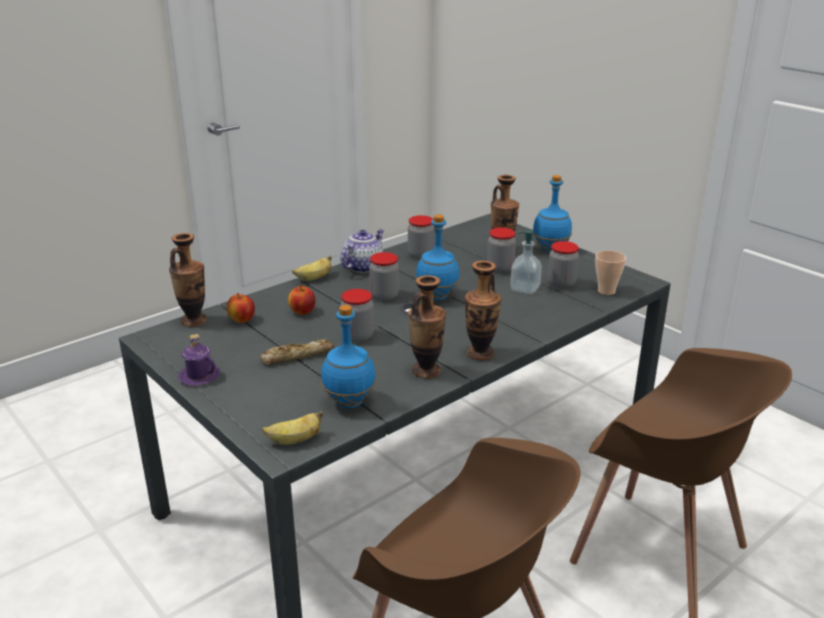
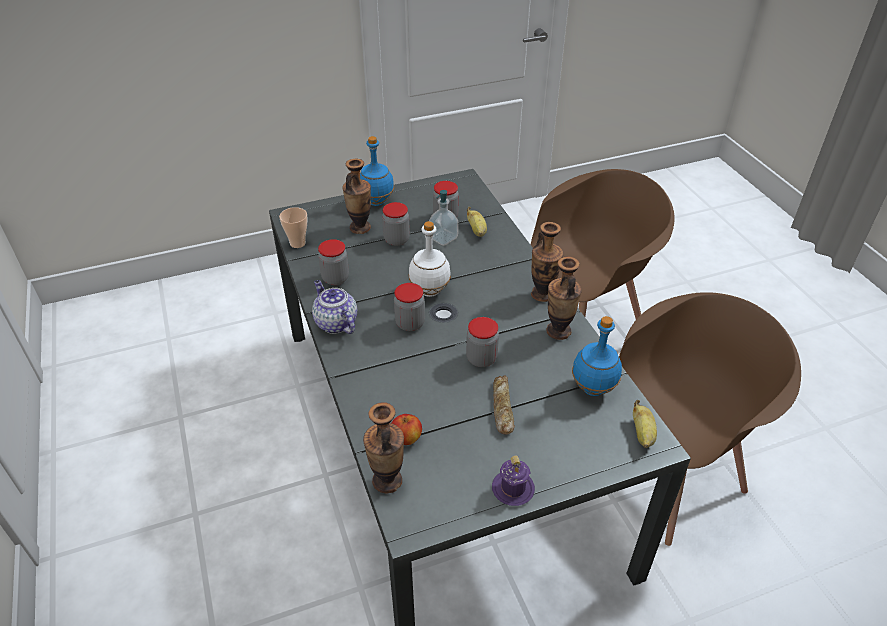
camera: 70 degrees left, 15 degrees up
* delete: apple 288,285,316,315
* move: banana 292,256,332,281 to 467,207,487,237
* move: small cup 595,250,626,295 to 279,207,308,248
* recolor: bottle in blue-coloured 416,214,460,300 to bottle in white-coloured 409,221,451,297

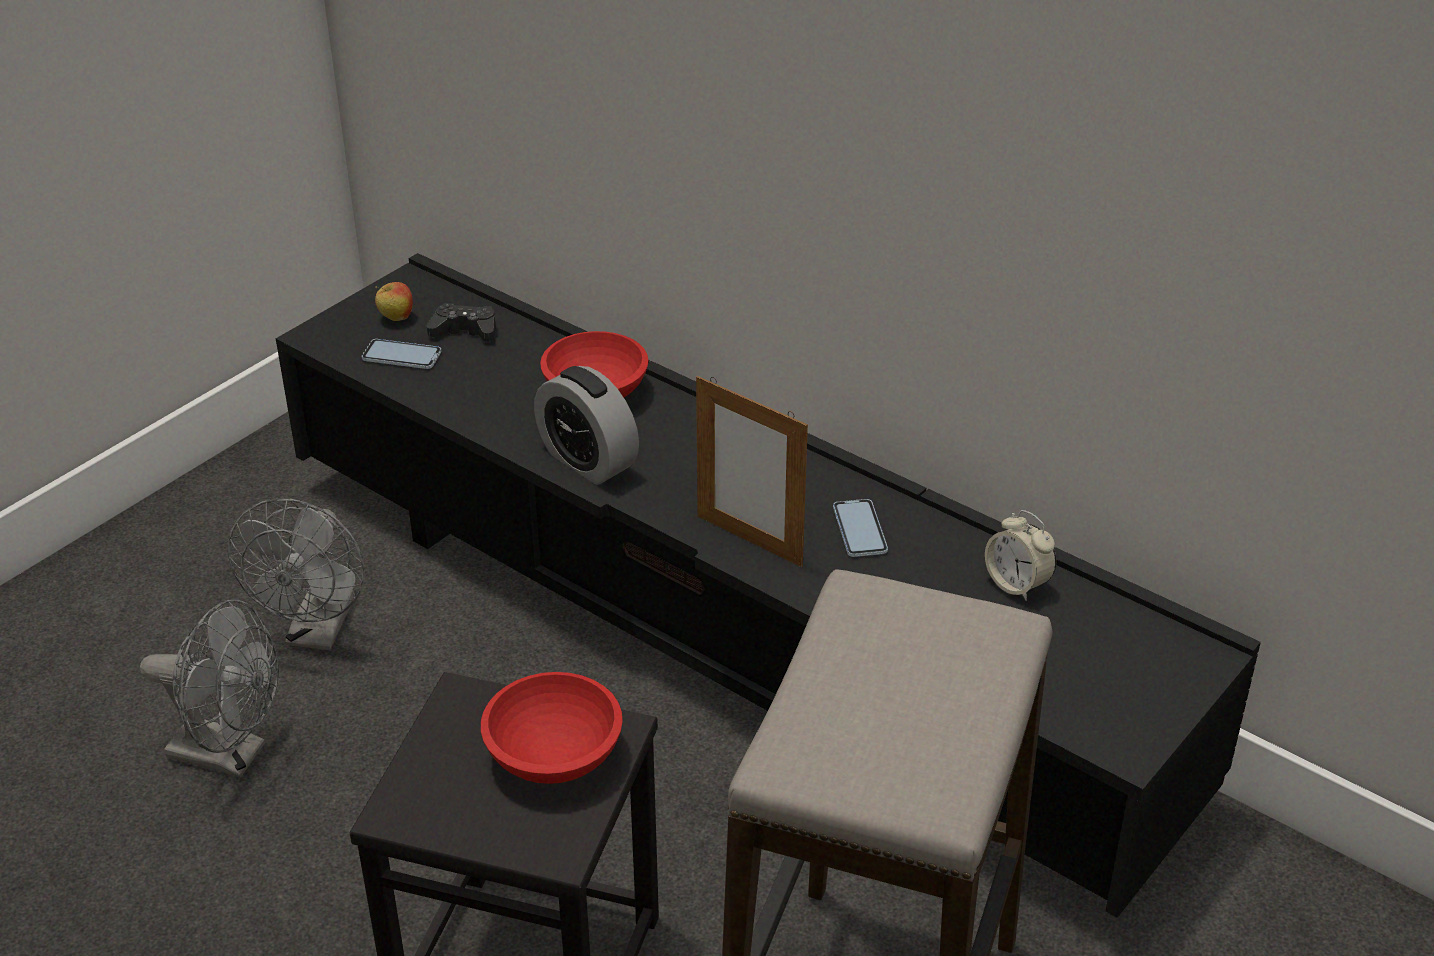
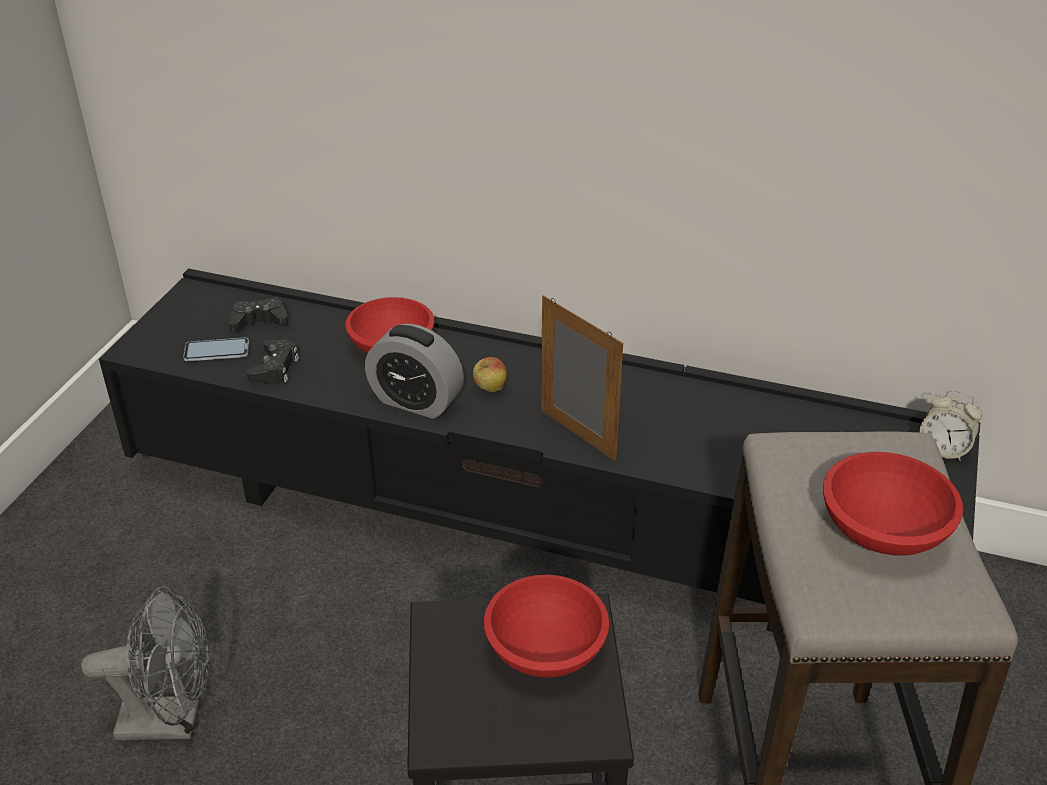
camera: 20 degrees left, 0 degrees up
* delete: fan in greyish 228,499,365,650
* delete: phone 833,499,888,557
* insert: joypad in black-coloured 247,339,299,384
* insert: bowl in red 823,452,963,556
* move: apple 375,282,413,321 to 473,357,507,392
* move: bedside clock 985,510,1056,601 to 920,390,982,461
* rotate: photo frame 696,376,808,567 = 541,295,623,461 150 degrees counterclockwise

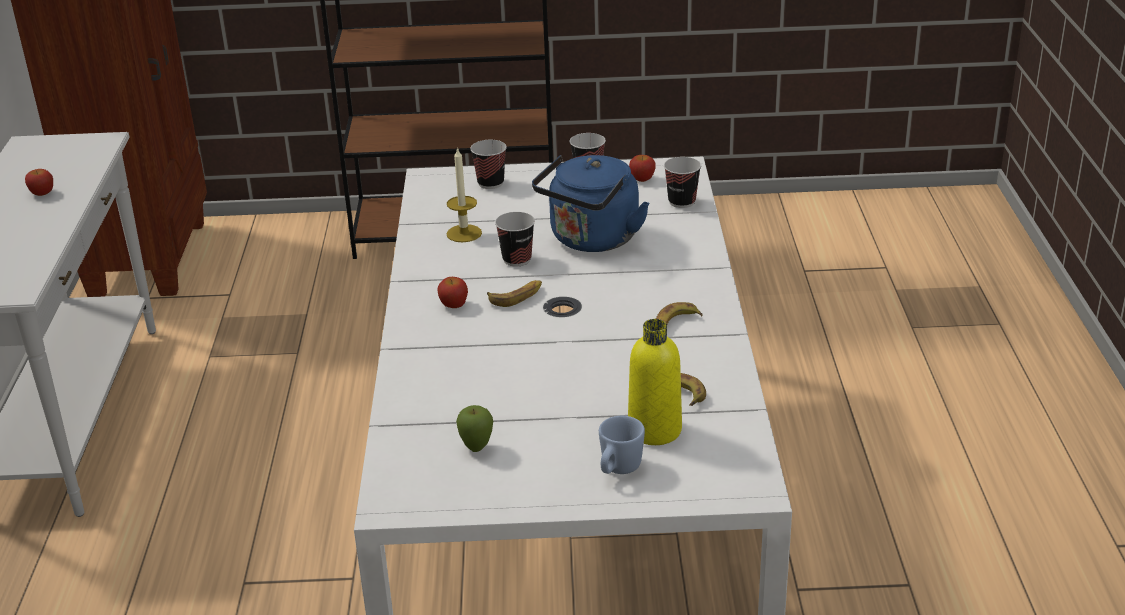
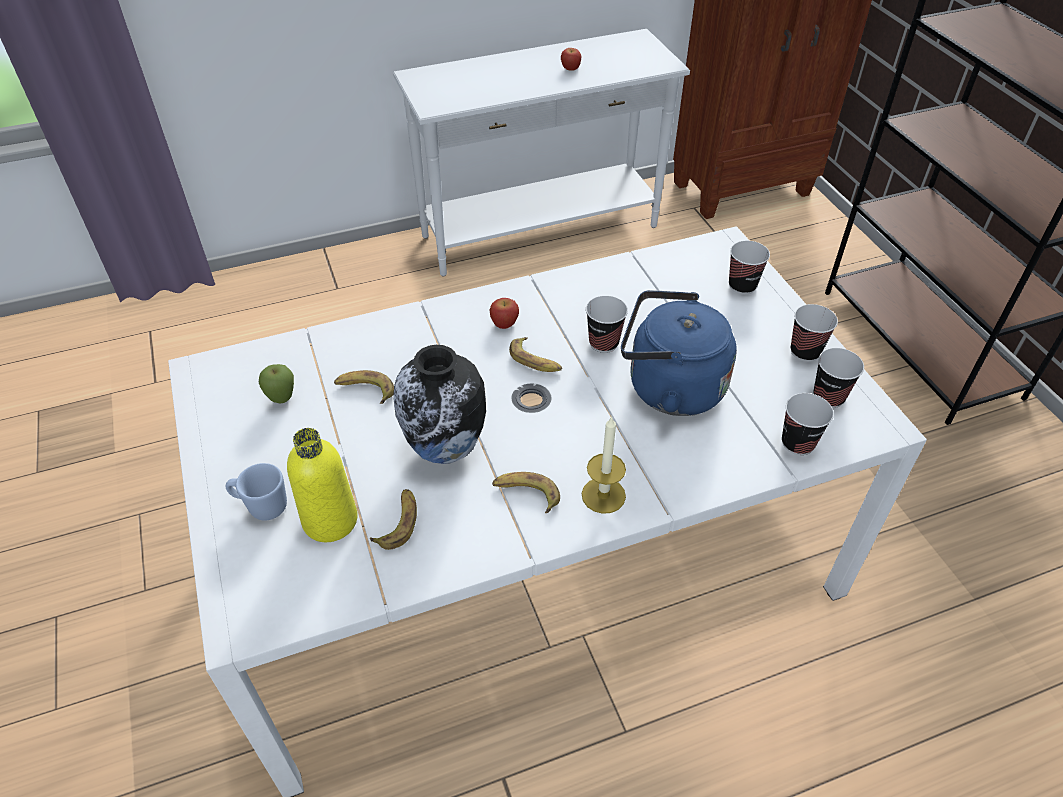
camera: 70 degrees right, 15 degrees up
* insert: banana 334,370,394,404
* insert: flower vase 393,345,486,464
* move: candle 447,147,482,243 to 582,416,626,514
* replace: apple 629,155,656,182 to small cup 813,348,864,408

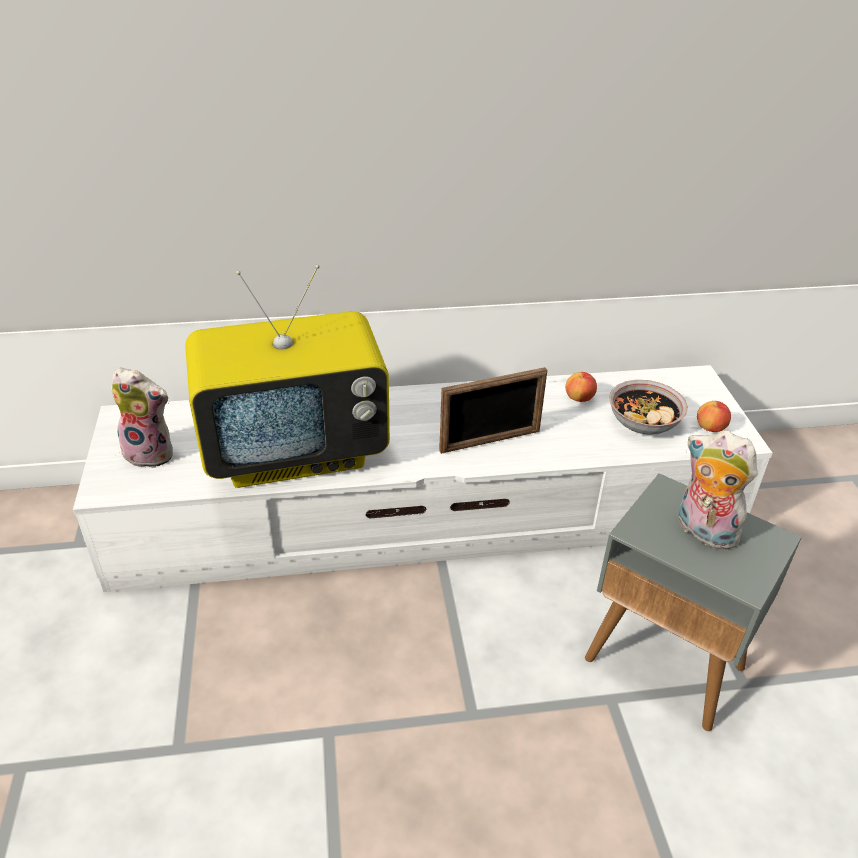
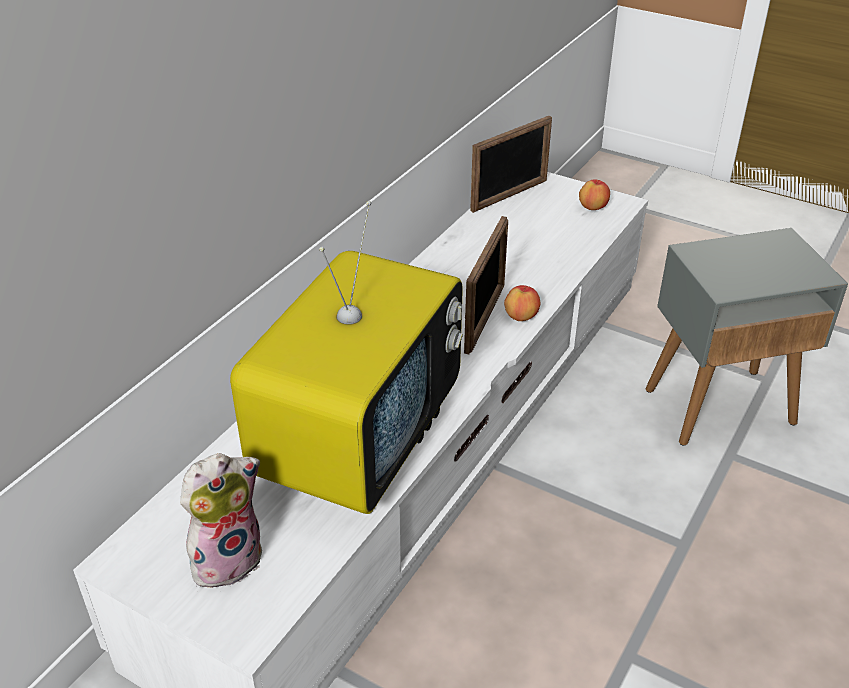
camera: 50 degrees left, 0 degrees up
* delete: bowl 609,380,688,435
* delete: cuddly toy 679,430,758,550
* insert: photo frame 470,116,552,213
* move: apple 565,372,597,402 to 504,285,540,321

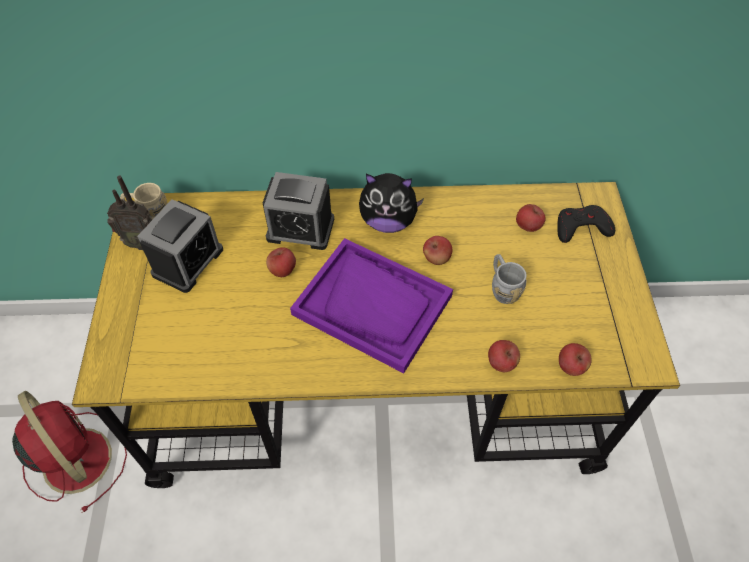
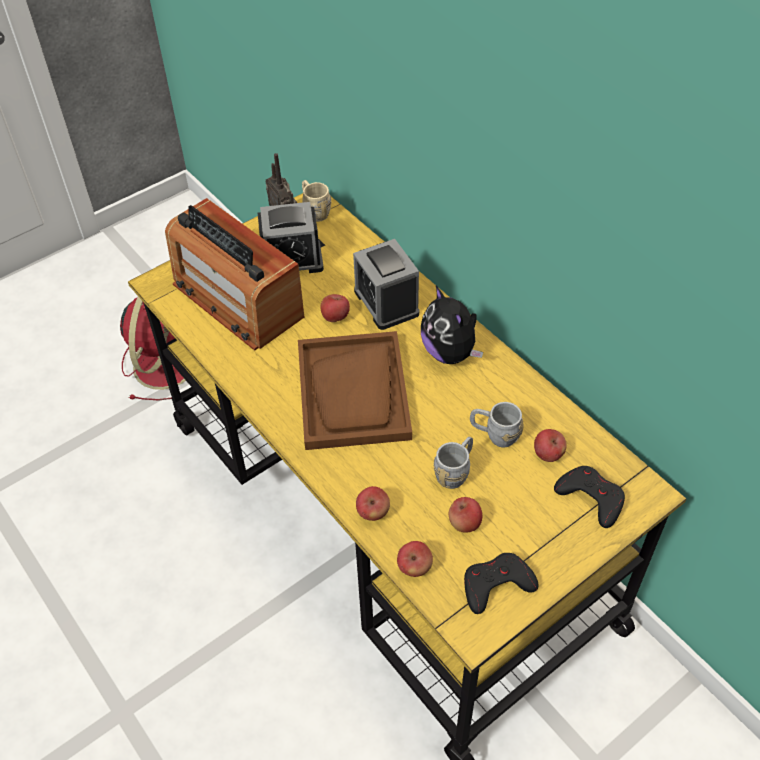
camera: 55 degrees right, 5 degrees down
* insert: radio receiver 165,198,304,351
* insert: joypad in black-coloured 464,553,538,614
* insert: tea mug in greyish 470,402,523,447
* move: apple 423,236,452,265 to 449,497,482,533
* recolor: serving tray in purple 290,238,453,373 to serving tray in brownish 298,331,412,450

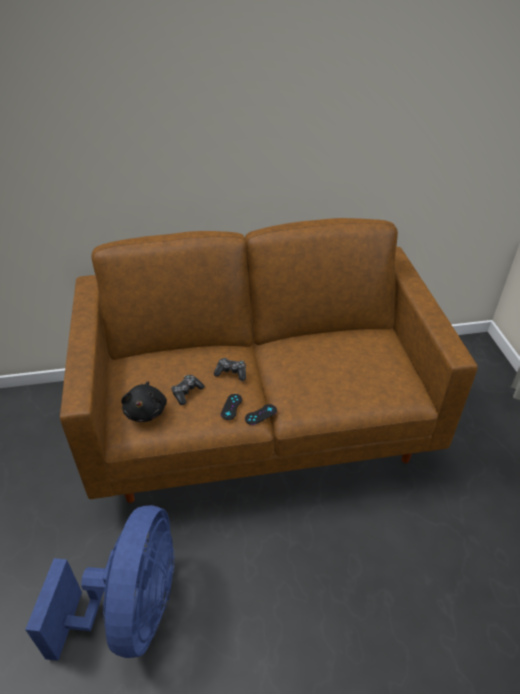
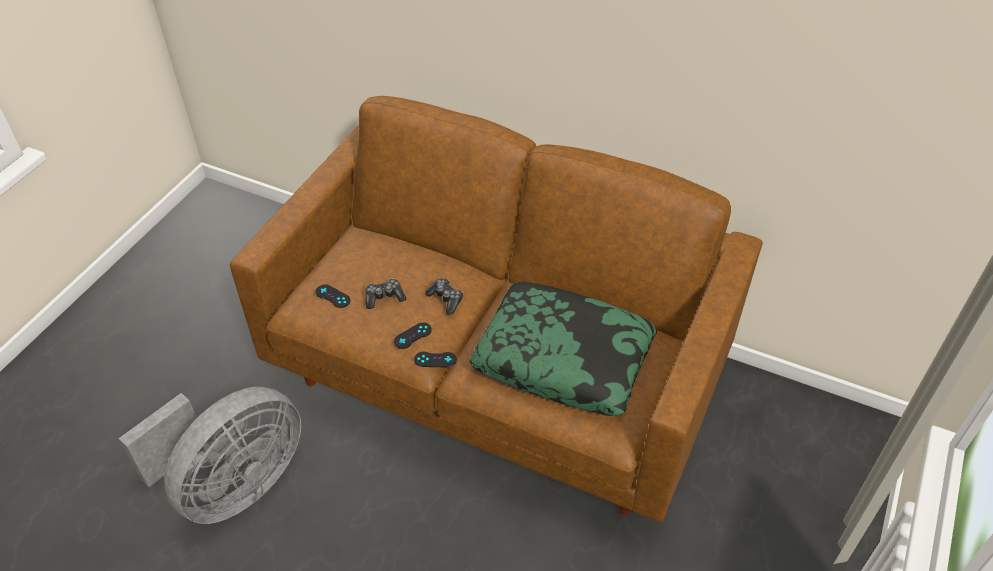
camera: 35 degrees right, 5 degrees up
* insert: cushion 470,282,657,416
* replace: cuddly toy in black-coloured 121,382,167,422 to joypad in black-coloured 316,284,351,308
* recolor: fan in blue-coloured 25,505,175,661 to fan in greyish 119,387,301,524

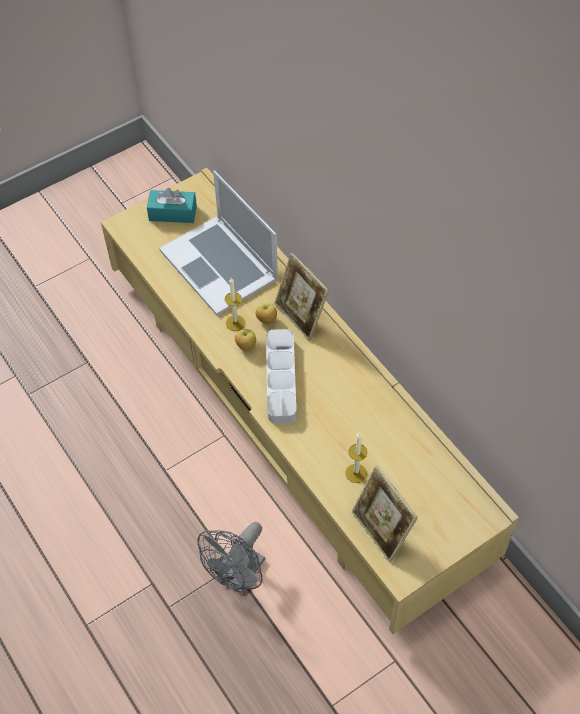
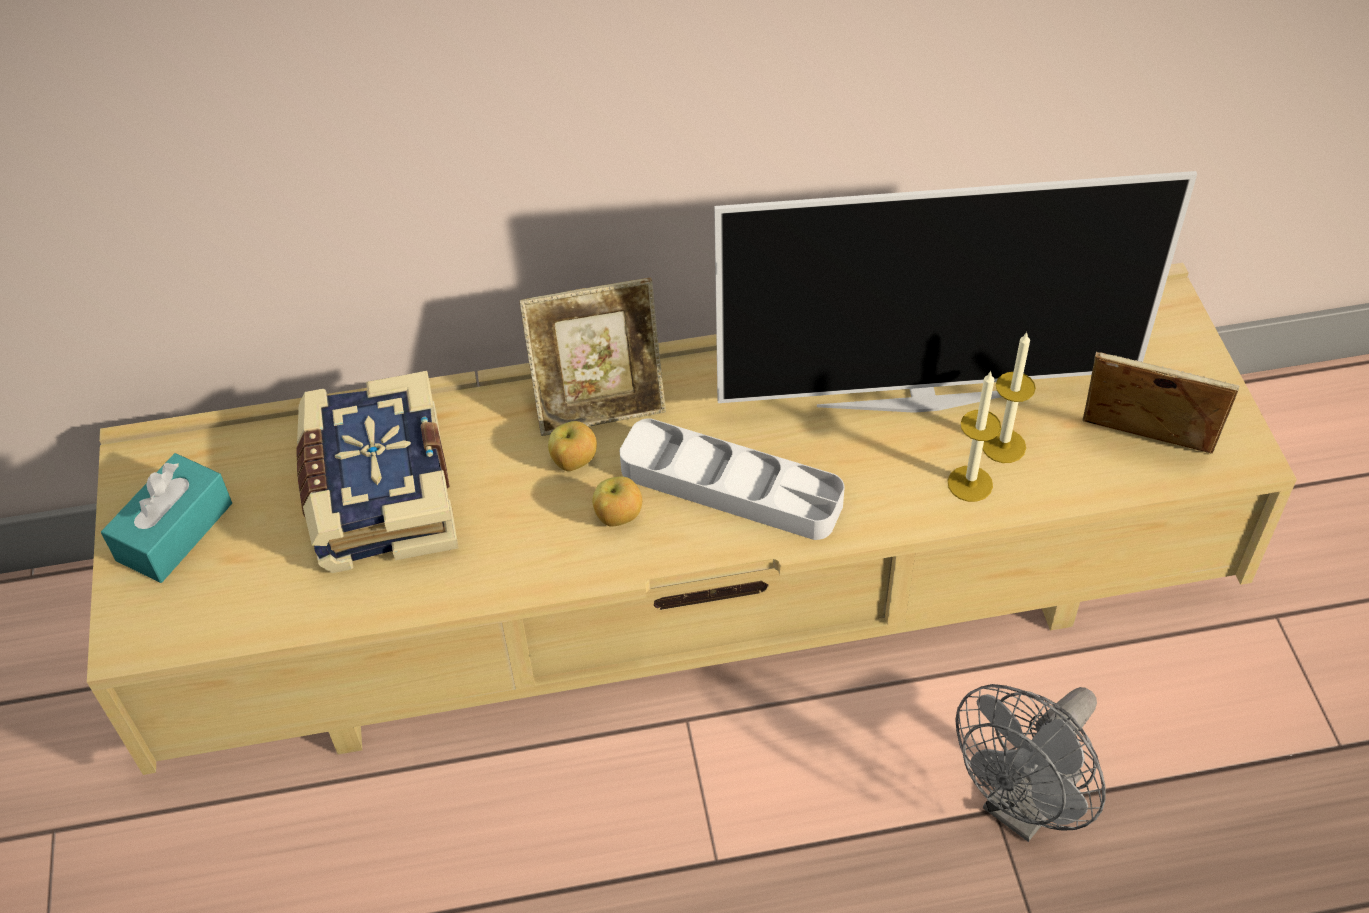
camera: 65 degrees left, 5 degrees down
* insert: TV set 714,171,1197,413
* move: candle 225,278,245,331 to 948,370,1001,502
* replace: portable computer 159,170,278,316 to volume 296,371,459,573
* rotate: fan in greyish 197,522,265,593 = 955,684,1106,842 75 degrees clockwise
* rotate: photo frame 352,466,418,562 = 1083,352,1239,454 150 degrees counterclockwise

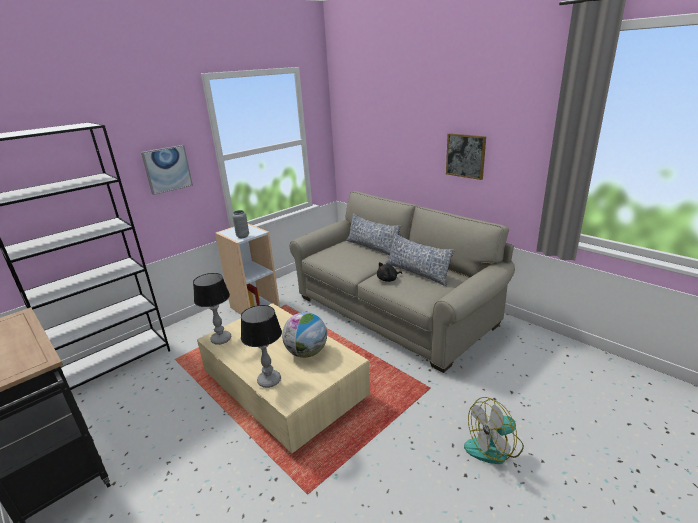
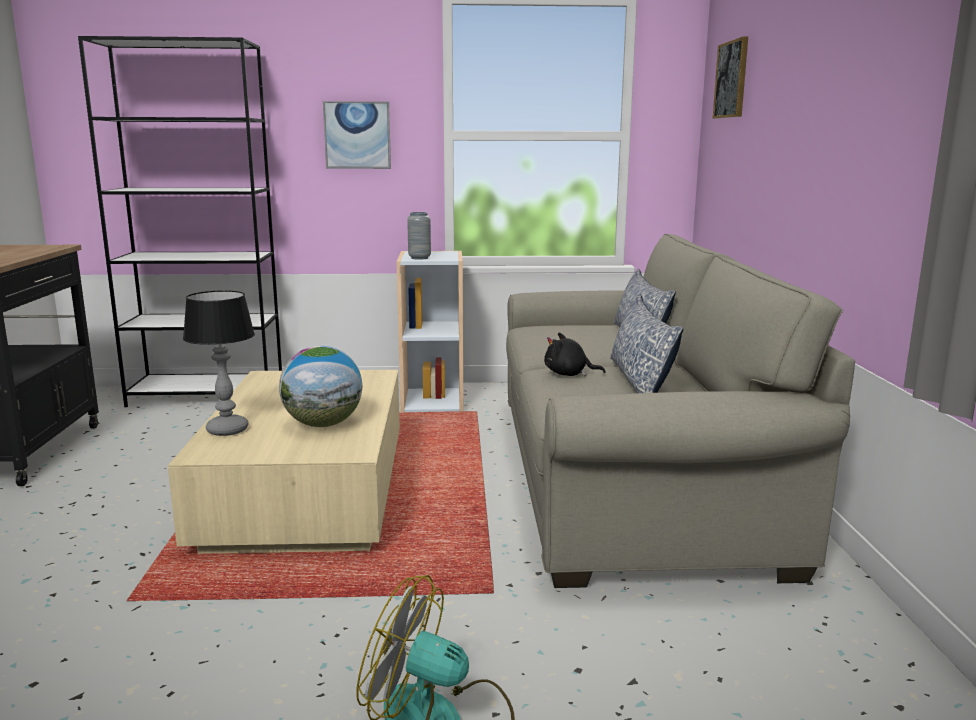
camera: 40 degrees right, 10 degrees down
* delete: tabletop lamp 193,273,231,345
* move: wall picture 446,133,486,180 to 713,36,748,119

